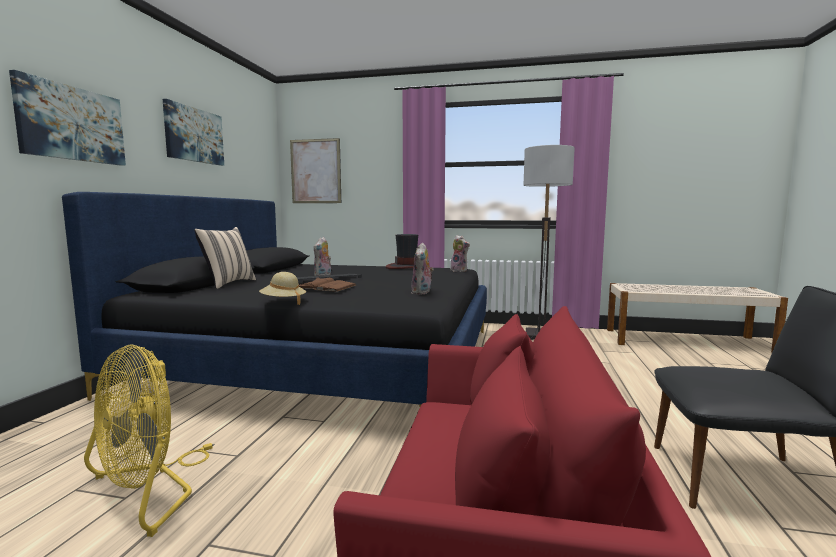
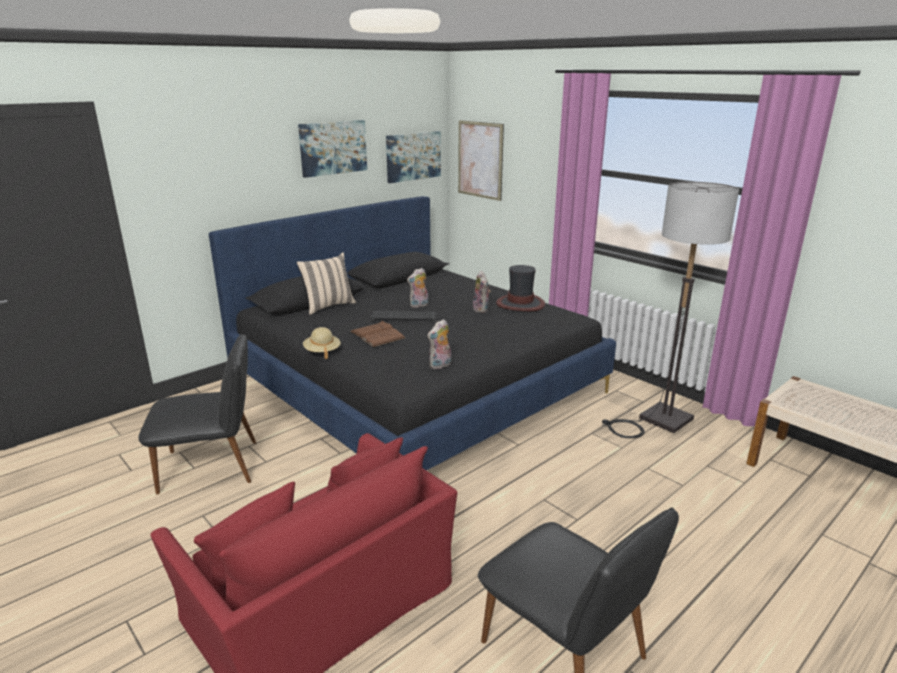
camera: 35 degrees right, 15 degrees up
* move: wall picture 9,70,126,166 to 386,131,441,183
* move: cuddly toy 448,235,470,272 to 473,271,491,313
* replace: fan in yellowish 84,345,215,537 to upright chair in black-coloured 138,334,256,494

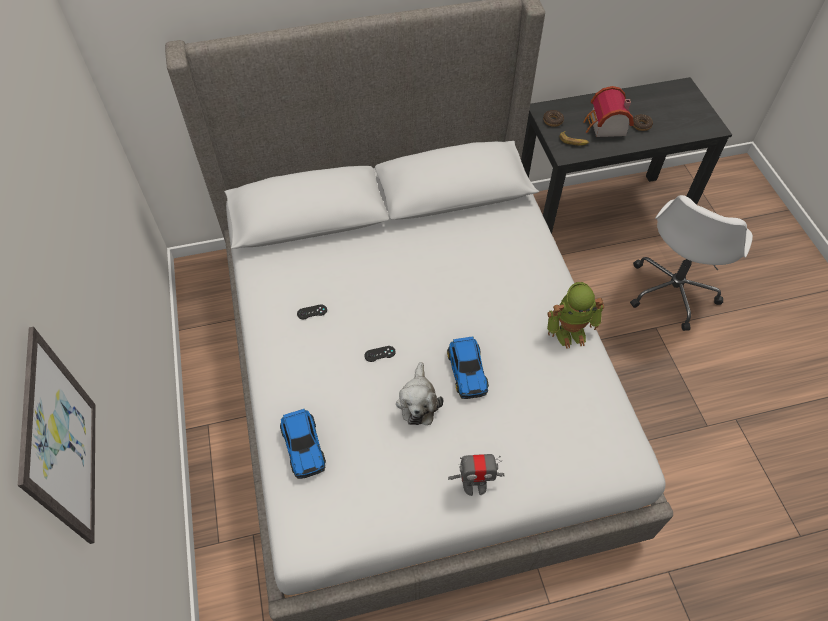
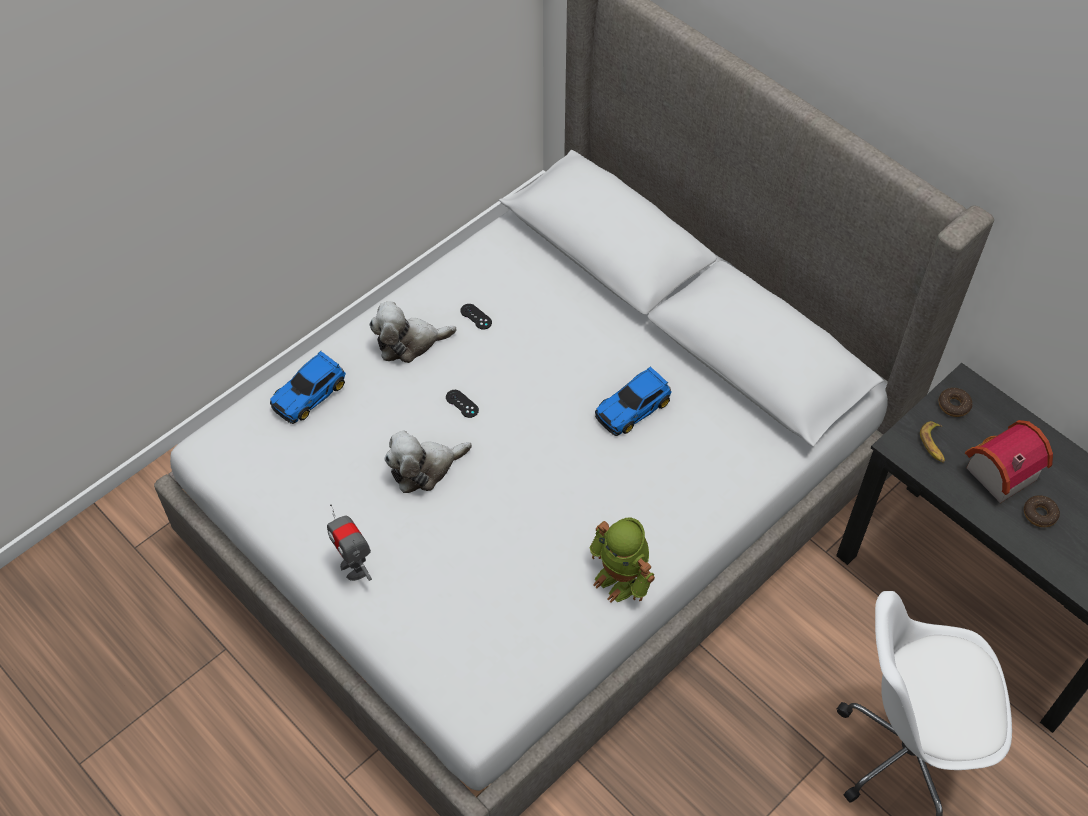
camera: 60 degrees right, 0 degrees up
* delete: wall picture 18,327,95,544
* insert: cuddly toy 369,301,457,363
* move: miniature car 447,336,489,399 to 595,366,672,436

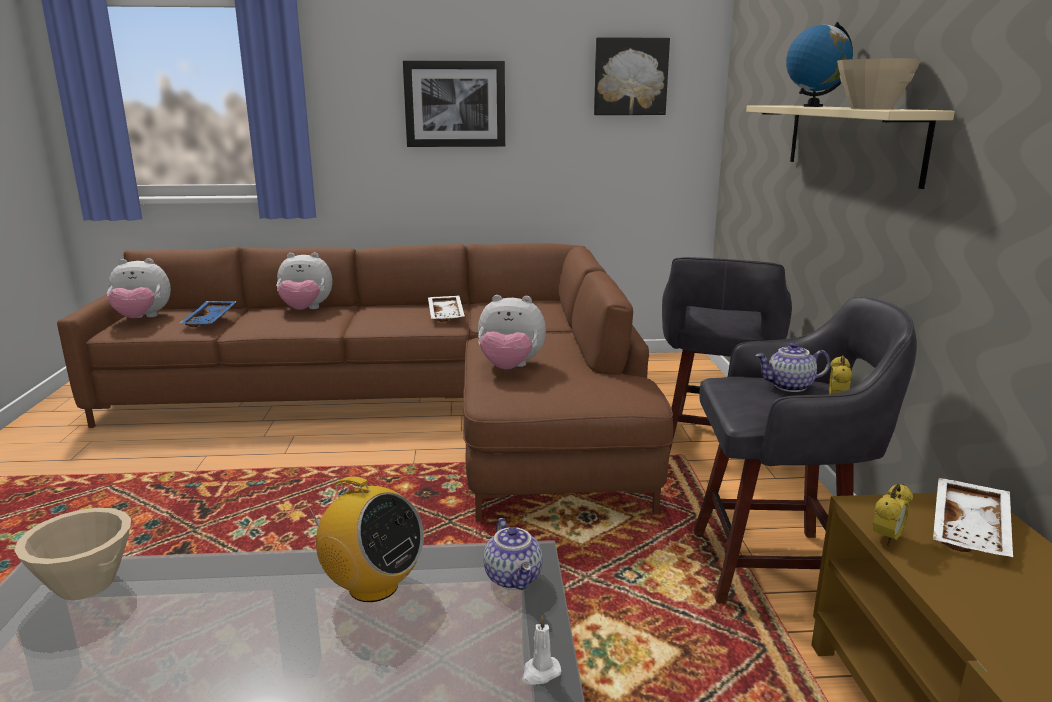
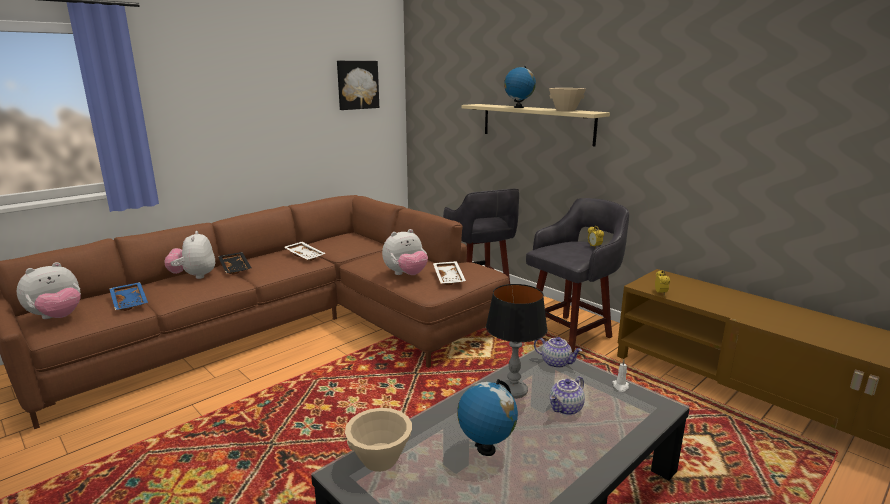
camera: 40 degrees left, 0 degrees up
* delete: wall picture 403,61,505,147
* insert: serving tray in black-coloured 218,252,251,274
* insert: globe 457,379,518,456
* move: pot for tea 755,342,831,392 to 550,376,585,415
* move: serving tray in white-coloured 933,478,1013,557 to 433,261,466,285
* replace: radio receiver 305,476,424,602 to tabletop lamp 486,284,548,399
* rotate: cuddly toy 276,252,332,310 = 164,231,215,279 120 degrees clockwise

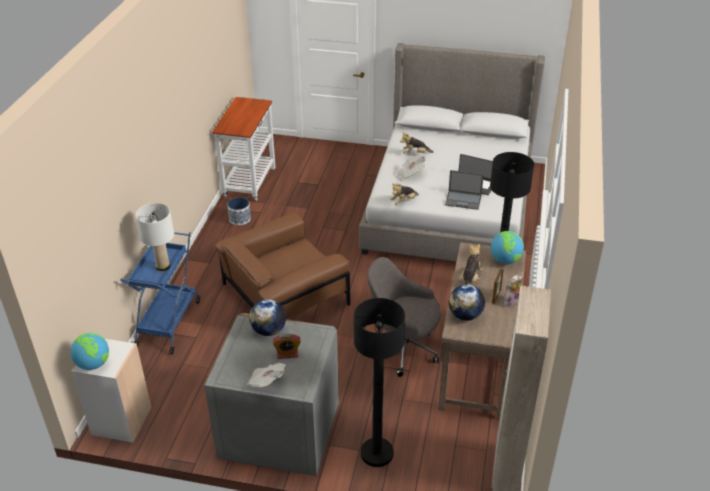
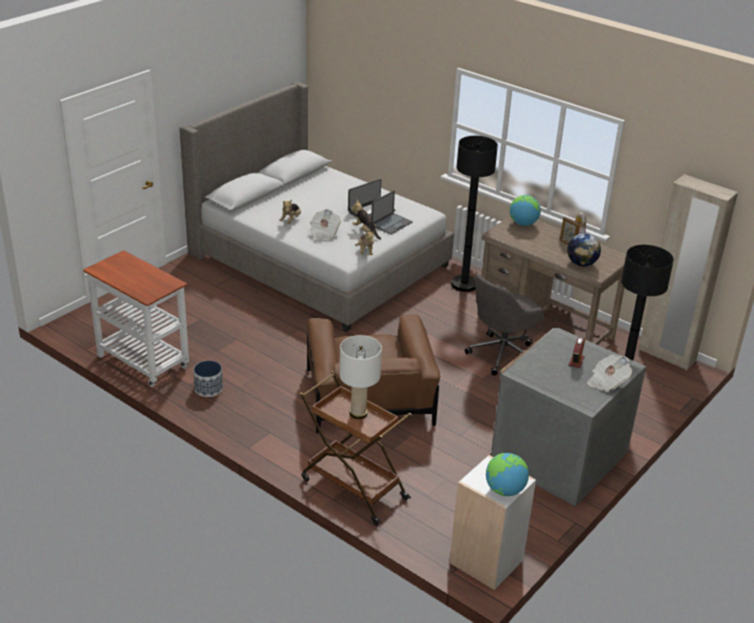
camera: 65 degrees left, 5 degrees down
* delete: globe 249,299,286,336
* move: cuddly toy 461,244,483,285 to 351,200,381,240
* recolor: cart in blue-coloured 120,232,200,355 to cart in brownish 300,371,412,526

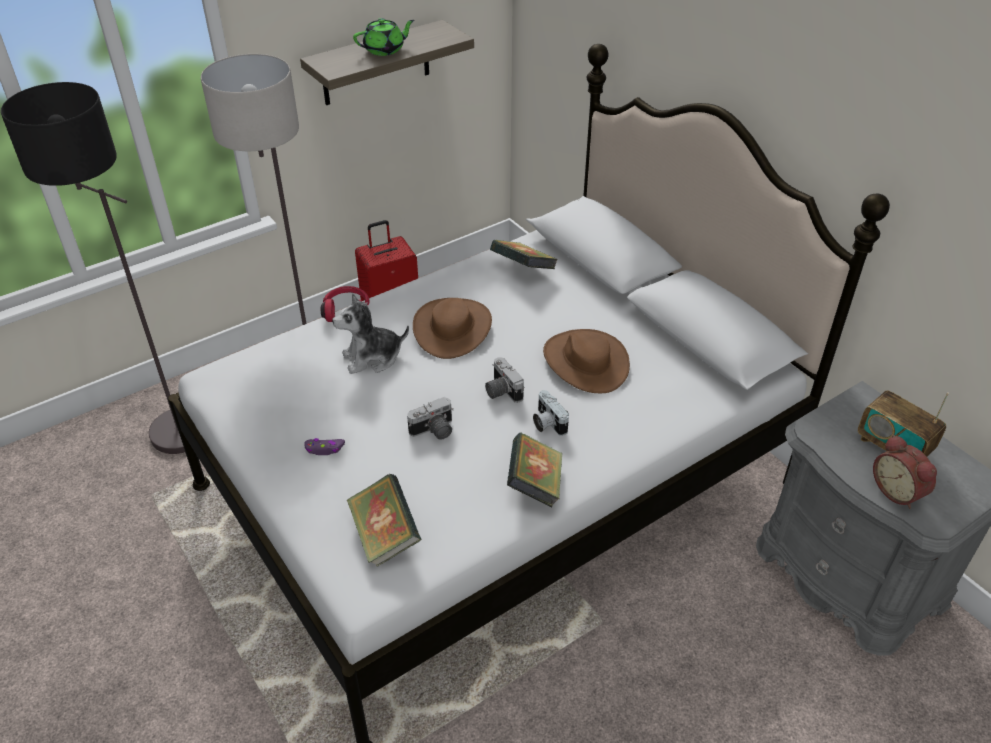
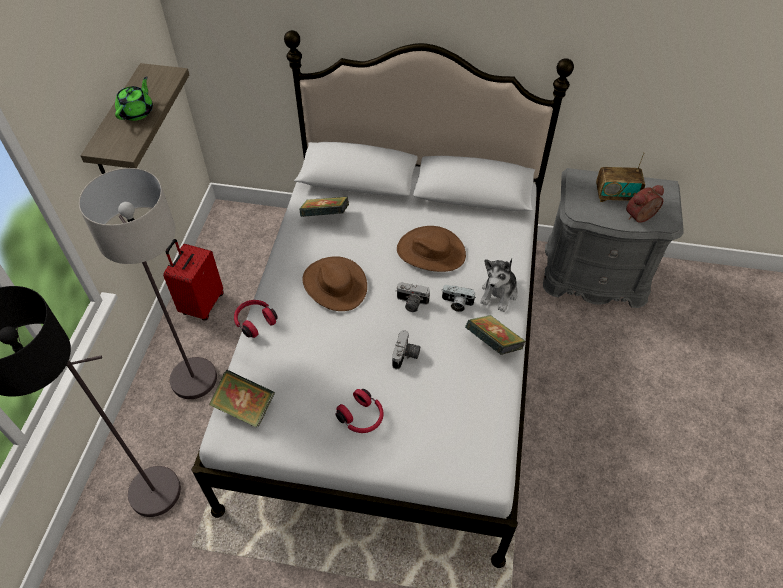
camera: 45 degrees left, 10 degrees up
* move: cuddly toy 332,293,409,374 to 480,258,518,312
* move: volume 346,474,421,567 to 209,370,275,427
* replace: joypad in purple 304,438,345,455 to pair of headphones in red 335,389,383,433
* rotate: bedside clock 873,435,937,509 = 626,185,664,223 135 degrees clockwise

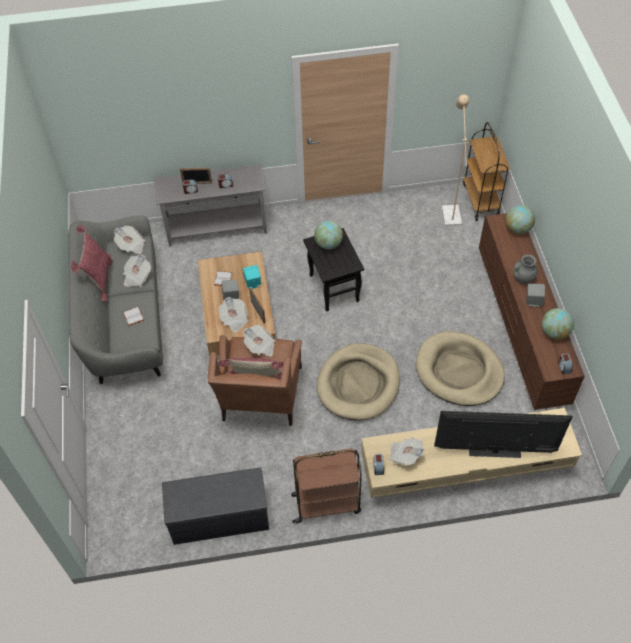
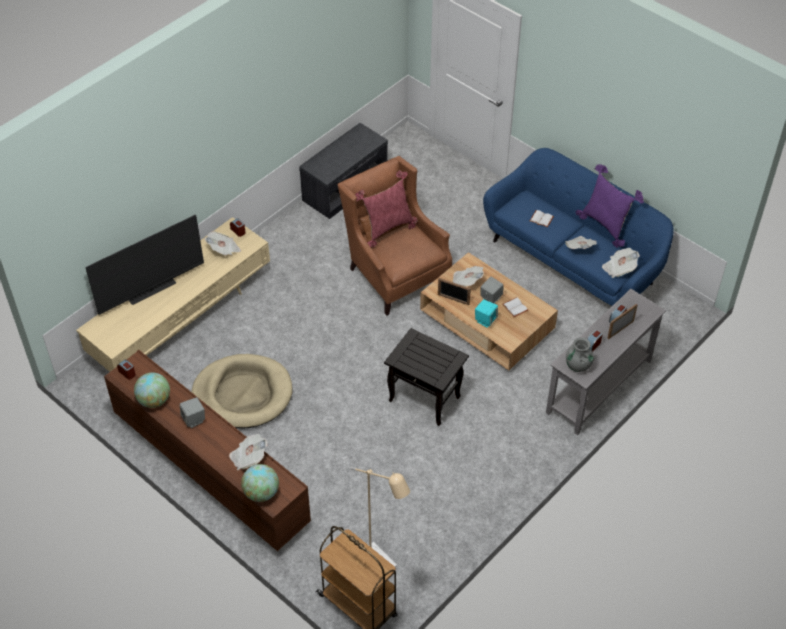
camera: 140 degrees right, 5 degrees down
* delete: cart in brownish 292,449,362,524
* delete: globe 314,220,343,249
* delete: dog bed in beige-coloured 317,343,400,420
* move: printed paper 244,325,275,357 to 229,434,267,470
* move: flower vase in greyish 514,255,538,284 to 566,337,595,372
* recolor: settee in greyish 69,215,163,384 to settee in blue-coloured 483,148,674,306
* recolor: cushion in red 71,225,113,302 to cushion in purple 575,164,644,248

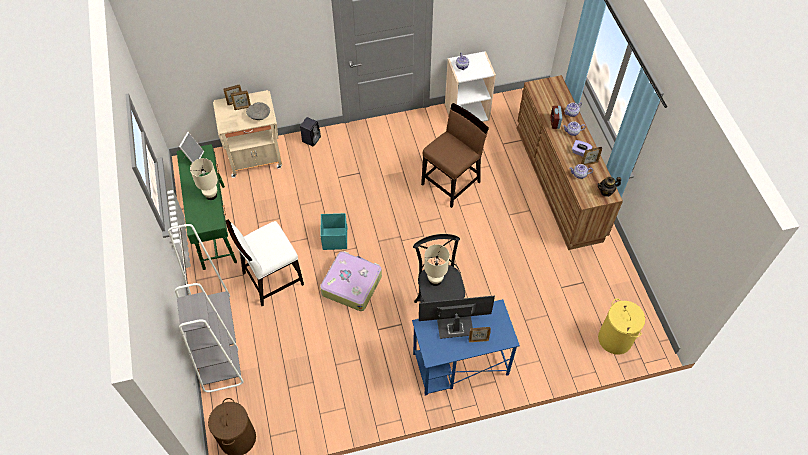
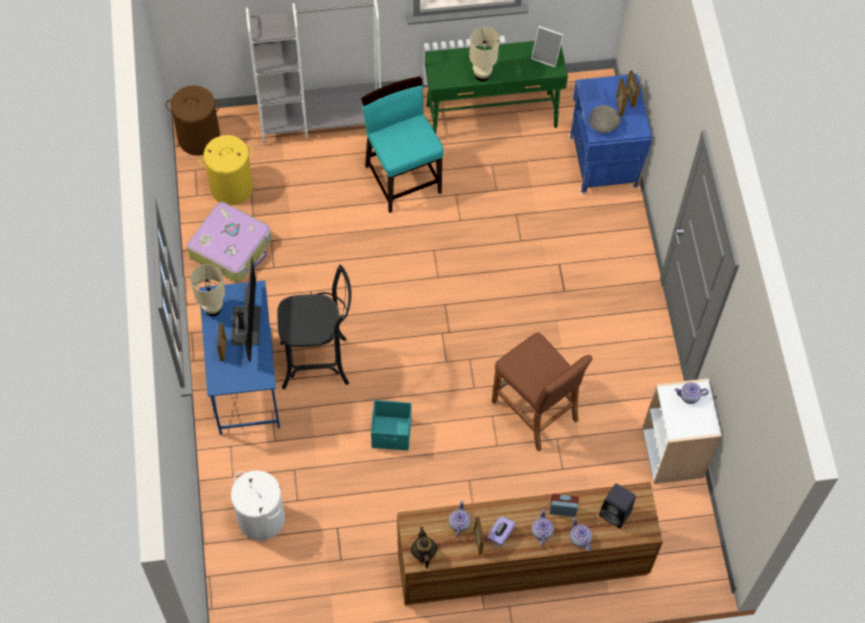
camera: 95 degrees right, 5 degrees up
* insert: washing basket in white-coloured 231,470,285,541
* move: speaker in black-coloured 300,117,321,147 to 599,484,636,528
* move: storage box in turquoise 320,213,348,250 to 371,400,412,451
* move: travel case 320,251,382,311 to 187,202,272,282
* move: tabletop lamp in beige-coloured 424,244,450,286 to 190,264,225,316
* move: washing basket in yellowish 598,299,645,354 to 199,135,254,205
* replace: upright chair in brownish 421,103,489,208 to stool in brownish 492,332,593,451
* recolor: cart in beige-coloured 213,90,282,178 to cart in blue-coloured 569,74,652,194
* recolor: upright chair in white-coloured 226,219,304,306 to upright chair in turquoise 361,76,444,213

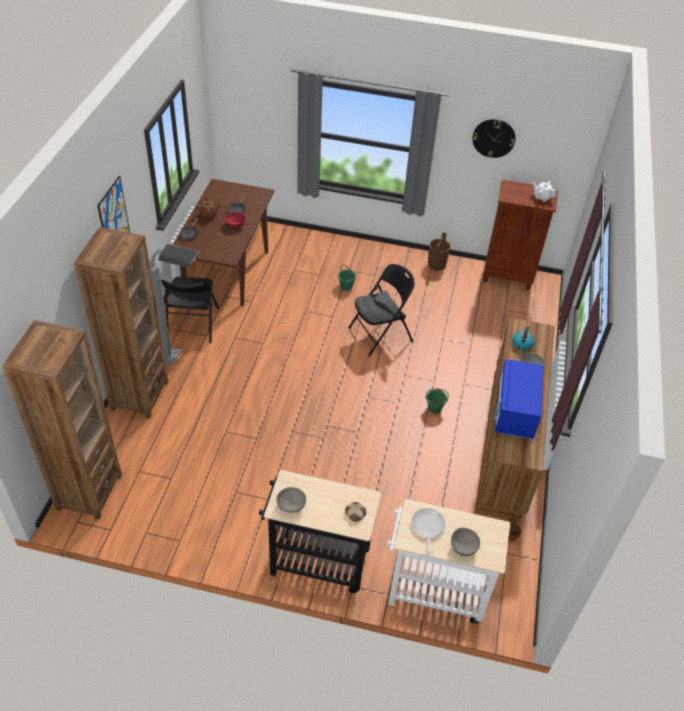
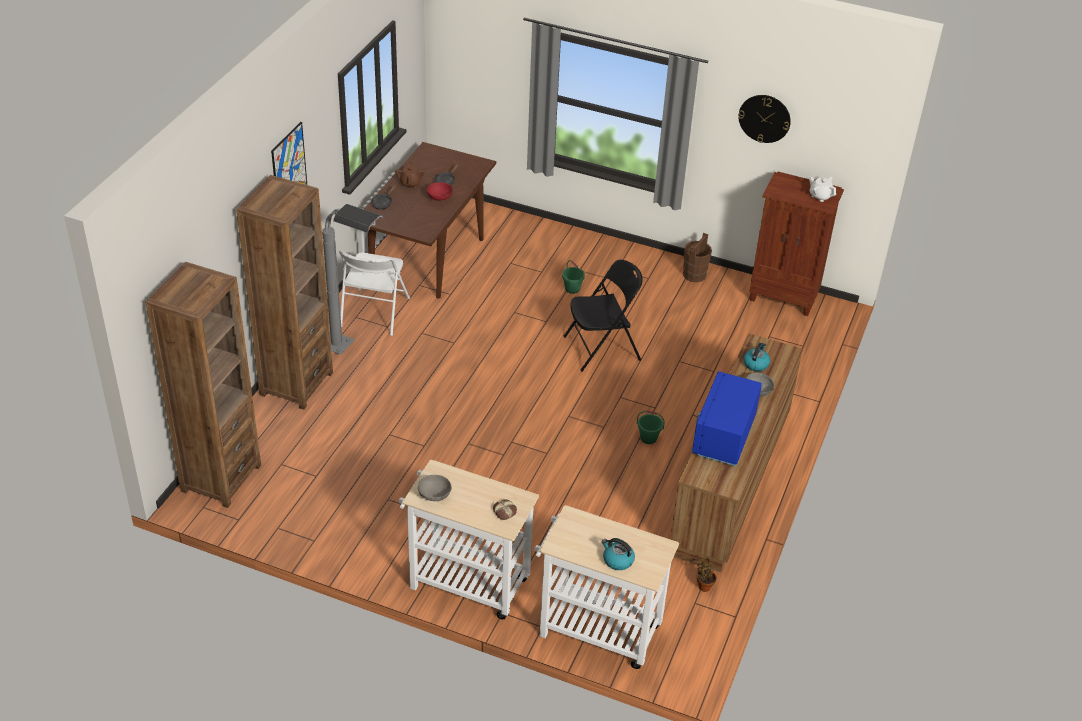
camera: 10 degrees right, 5 degrees down
* delete: skillet 411,508,445,557
* replace: bowl in greyish 451,528,480,556 to kettle 602,538,635,570
* recolor: upright chair in black-coloured 161,277,220,343 to upright chair in white-coloured 339,251,410,336
* recolor: cart in black-coloured 259,470,381,593 to cart in white-coloured 399,460,539,619

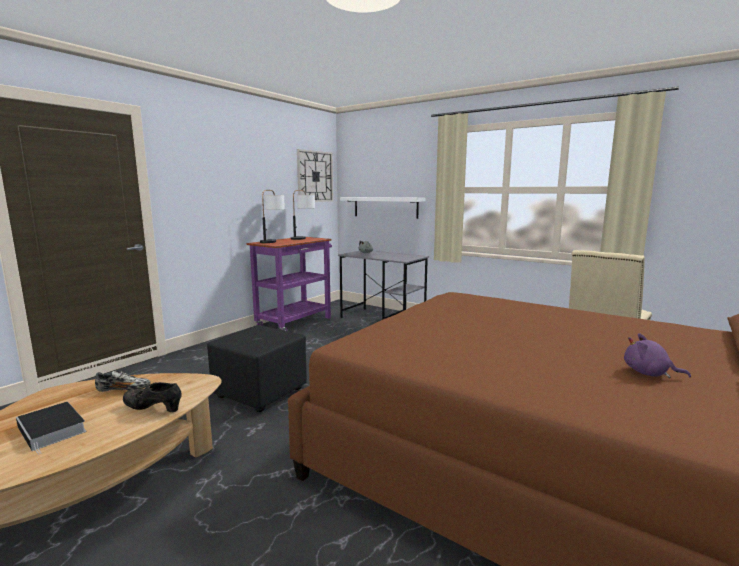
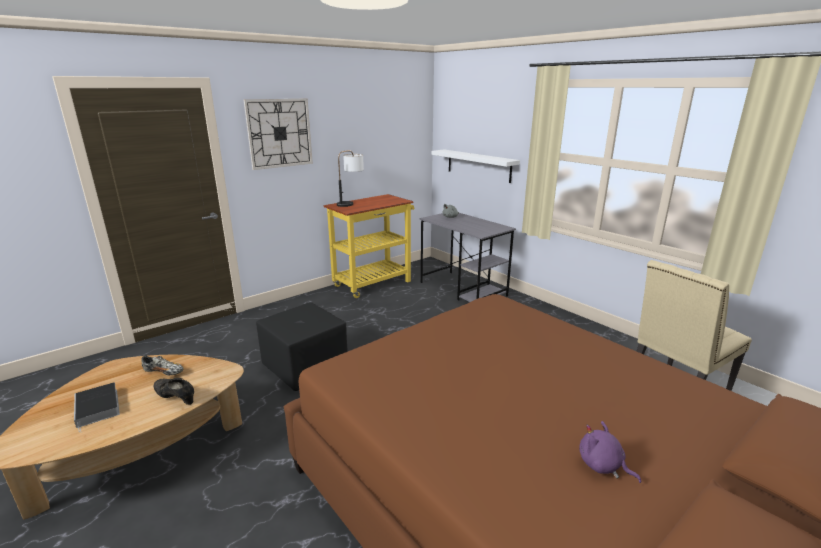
camera: 15 degrees right, 10 degrees up
* delete: tabletop lamp 291,190,315,240
* move: clock on the wall 297,149,333,202 to 244,99,313,170
* recolor: cart in purple 246,237,332,331 to cart in yellowish 324,194,415,298

